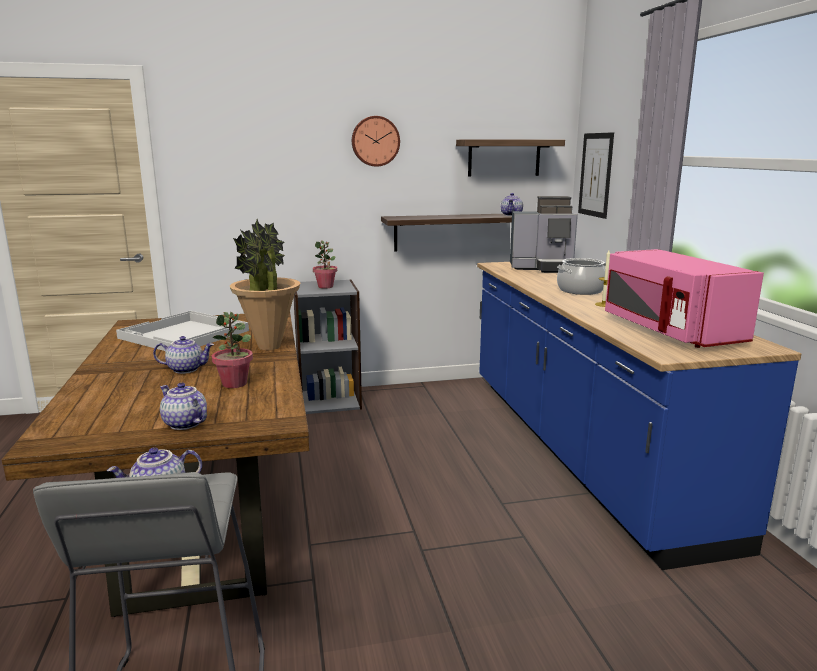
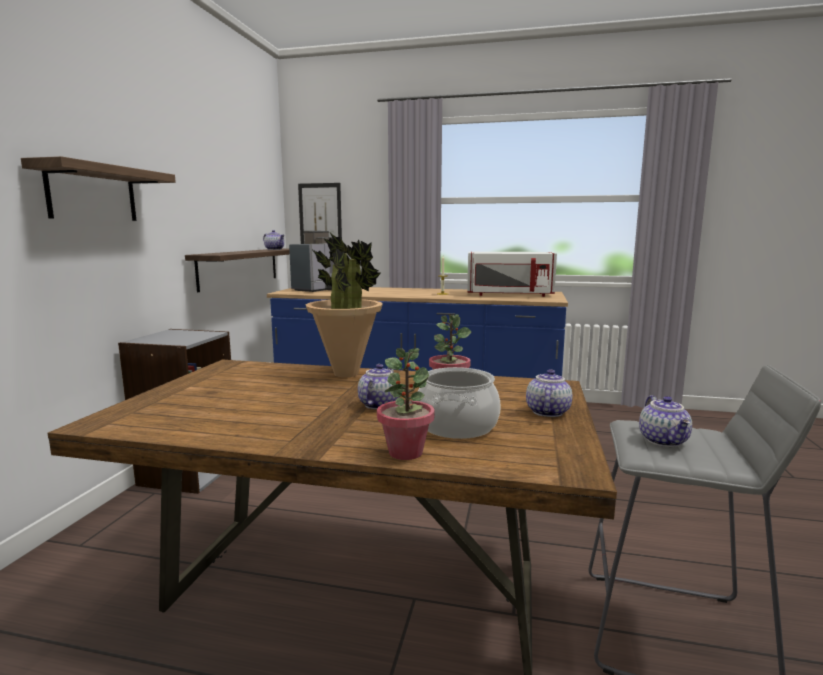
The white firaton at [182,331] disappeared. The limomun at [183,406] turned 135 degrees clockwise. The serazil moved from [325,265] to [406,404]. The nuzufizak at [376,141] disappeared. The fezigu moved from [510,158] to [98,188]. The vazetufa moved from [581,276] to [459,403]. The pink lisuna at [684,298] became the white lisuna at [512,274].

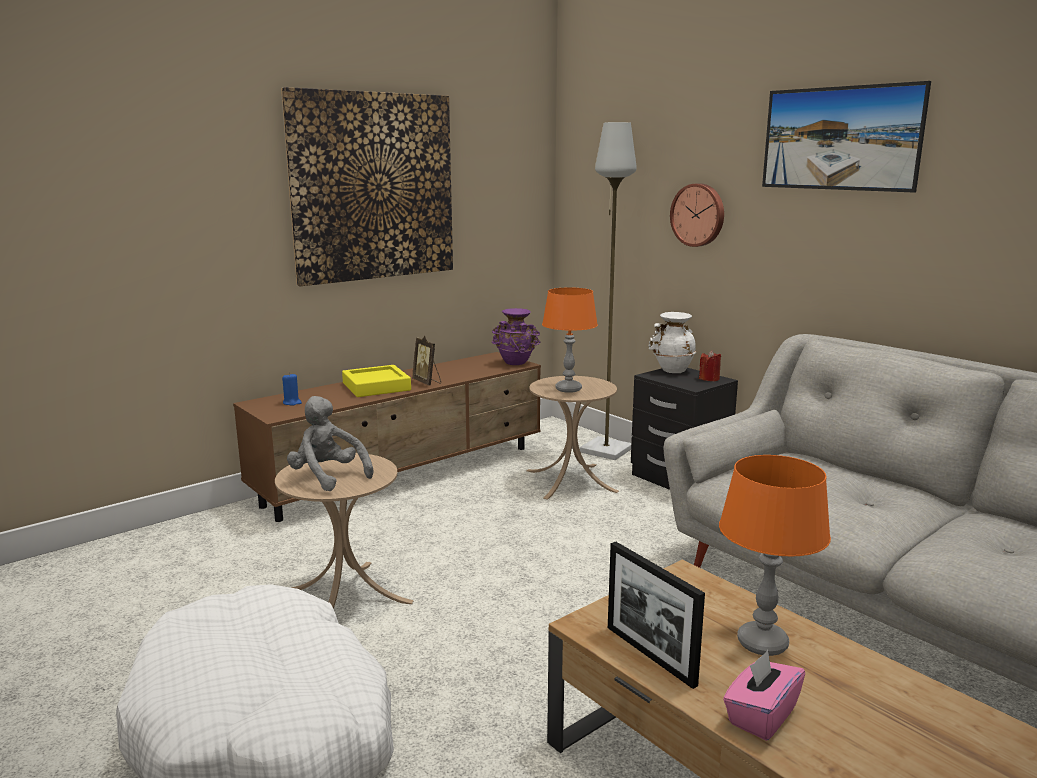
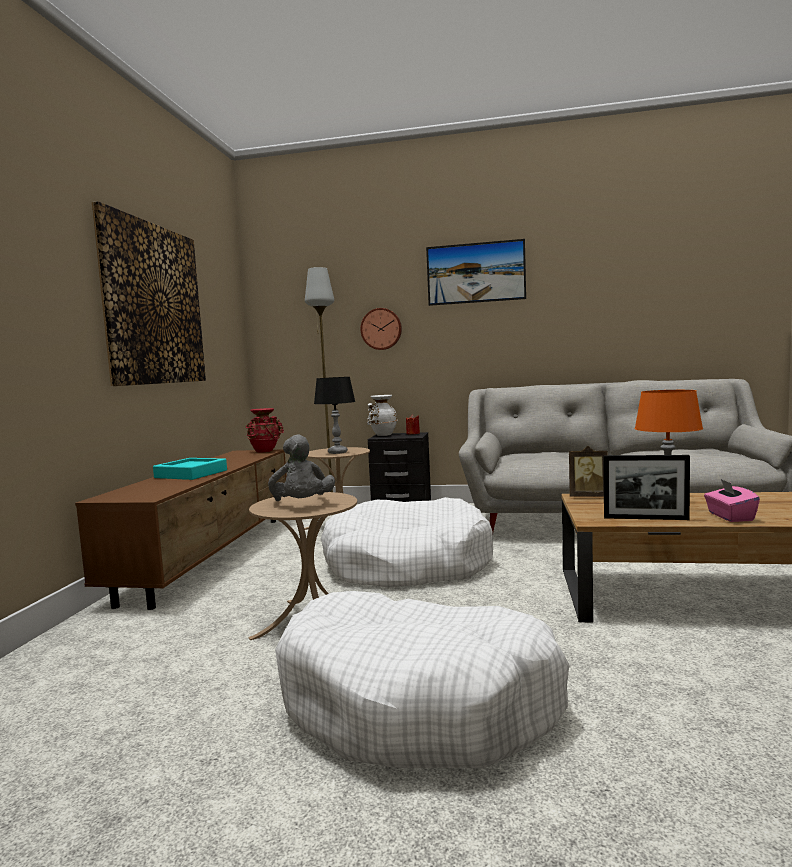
The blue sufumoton at [292,389] disappeared. The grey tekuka at [330,443] turned 105 degrees counterclockwise. The yellow firaton at [376,381] became the turquoise firaton at [190,469]. The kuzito moved from [426,361] to [588,471]. The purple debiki at [515,336] became the red debiki at [265,430]. The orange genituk at [570,340] became the black genituk at [335,415]. The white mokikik at [407,542] appeared.

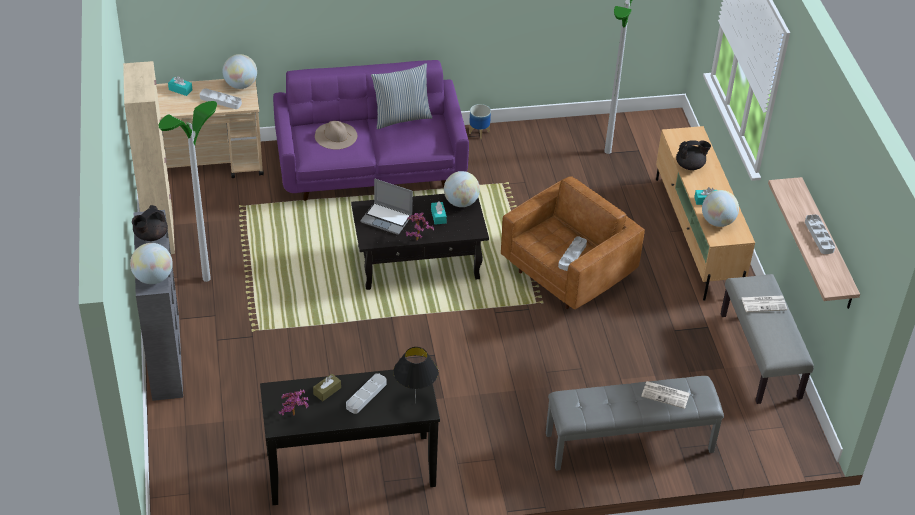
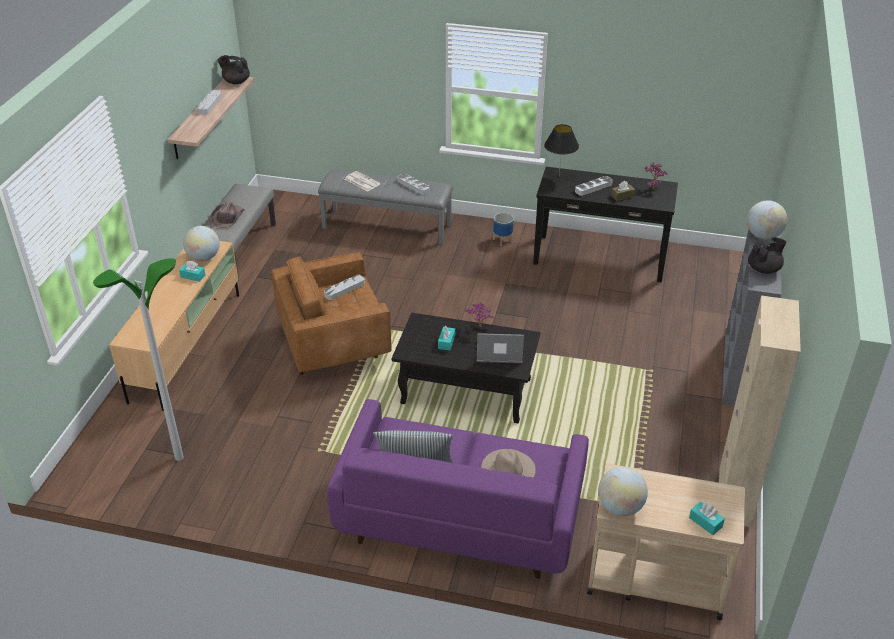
The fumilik at [188,191] disappeared. The grey firaton moved from [221,98] to [413,184]. The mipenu at [386,206] turned 45 degrees counterclockwise. The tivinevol at [462,189] disappeared. The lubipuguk moved from [480,121] to [503,229]. The black limomun moved from [693,155] to [233,69]. The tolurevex at [764,304] was replaced by the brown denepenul at [226,214].

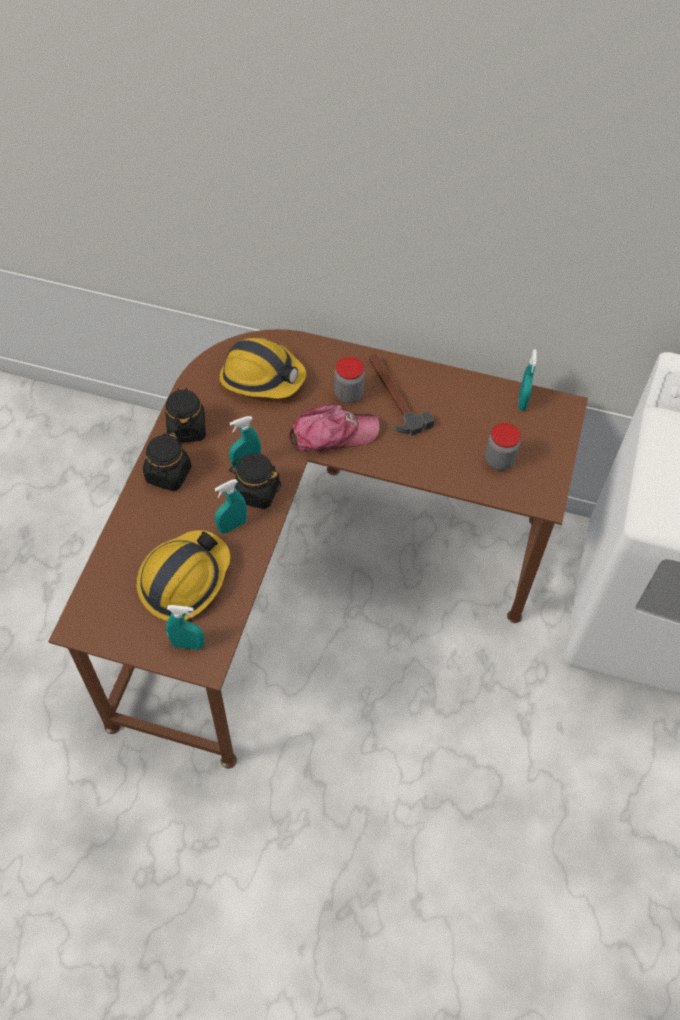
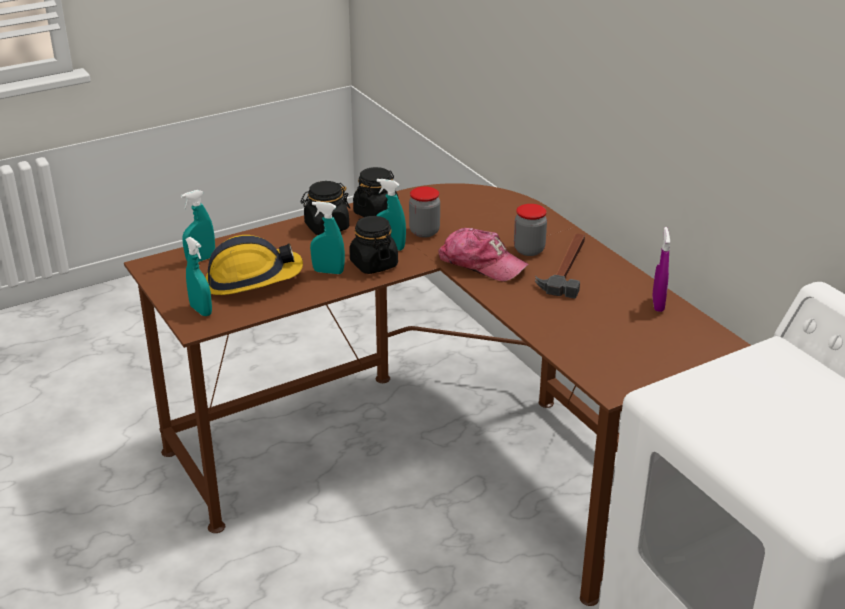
The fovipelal at [262,368] disappeared. The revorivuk moved from [503,447] to [424,212]. The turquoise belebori moved from [527,380] to [198,226]. The purple belebori at [661,269] appeared.

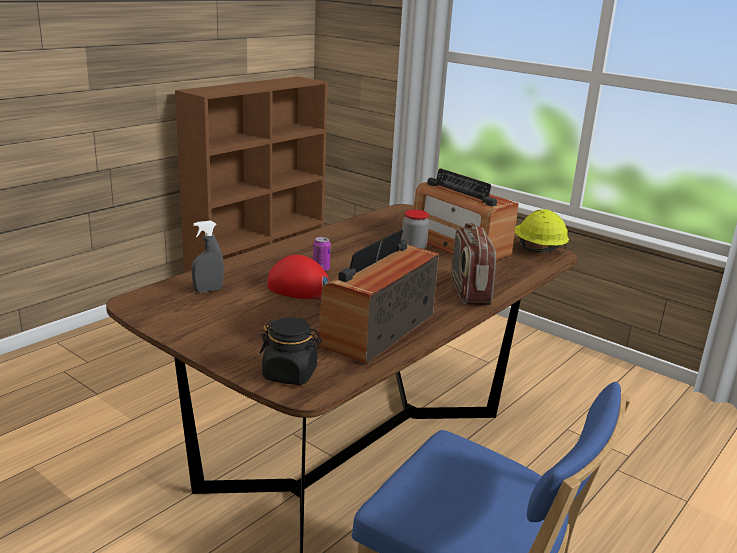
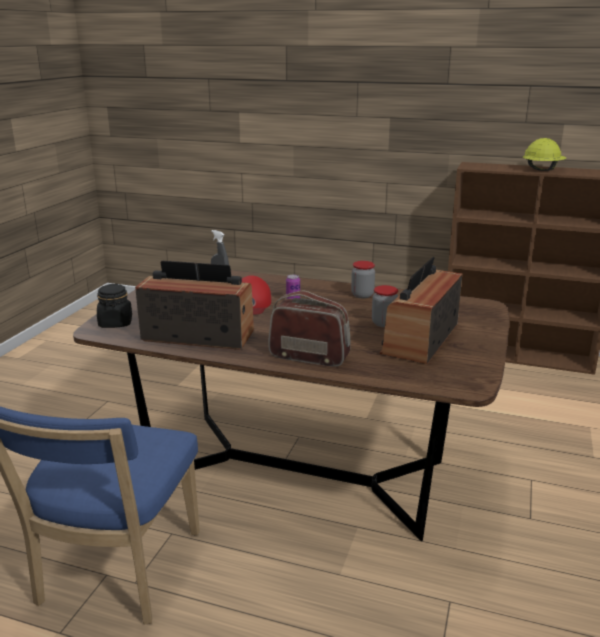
The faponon at [473,264] turned 45 degrees clockwise. The yellow fovipelal moved from [542,230] to [544,154]. The revorivuk at [363,279] appeared.

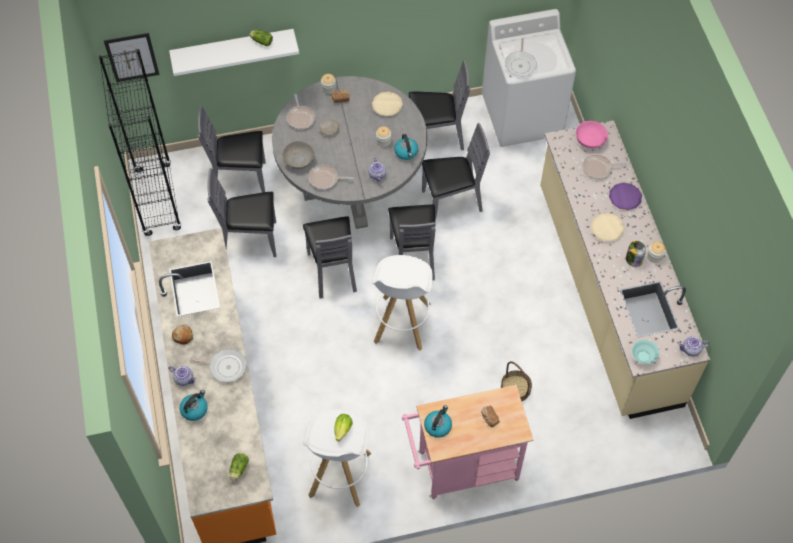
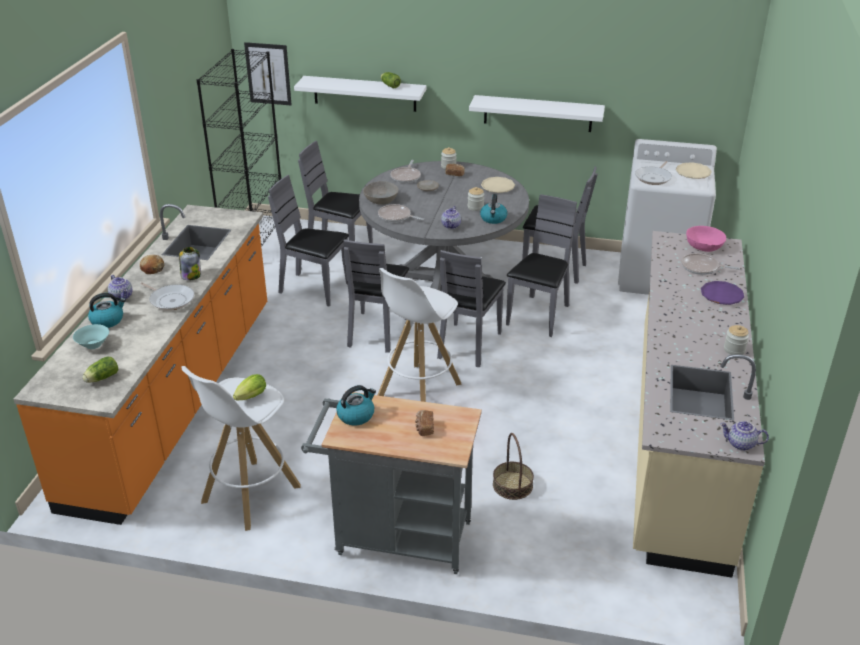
The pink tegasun at [467,442] became the grey tegasun at [391,483]. The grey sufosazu at [456,172] turned 75 degrees counterclockwise. The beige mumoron moved from [608,227] to [694,170]. The revorivuk moved from [636,254] to [190,263]. The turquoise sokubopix moved from [645,352] to [91,336]. The white fezigu at [537,113] appeared.

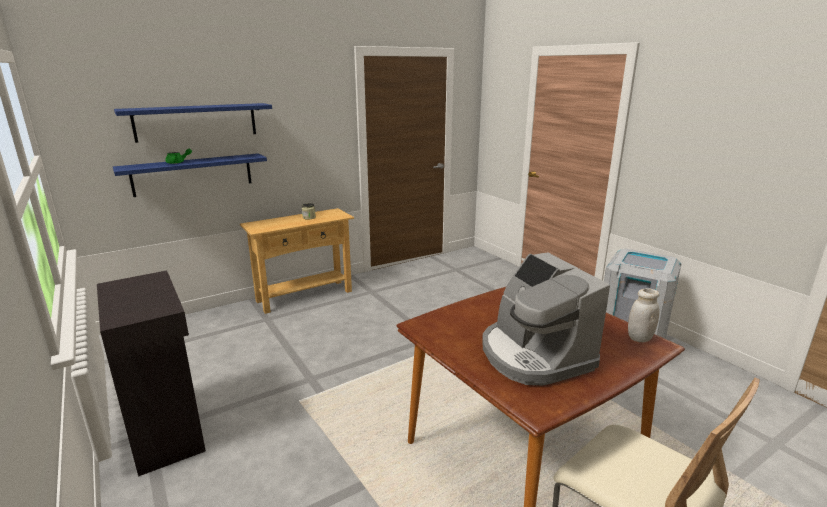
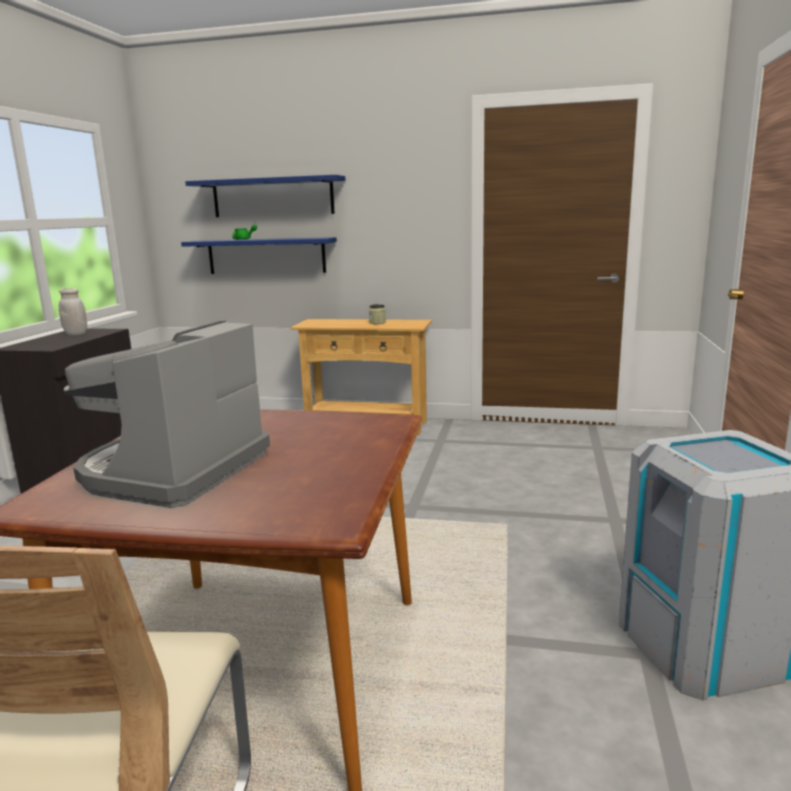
The white revorivuk moved from [644,315] to [73,311].

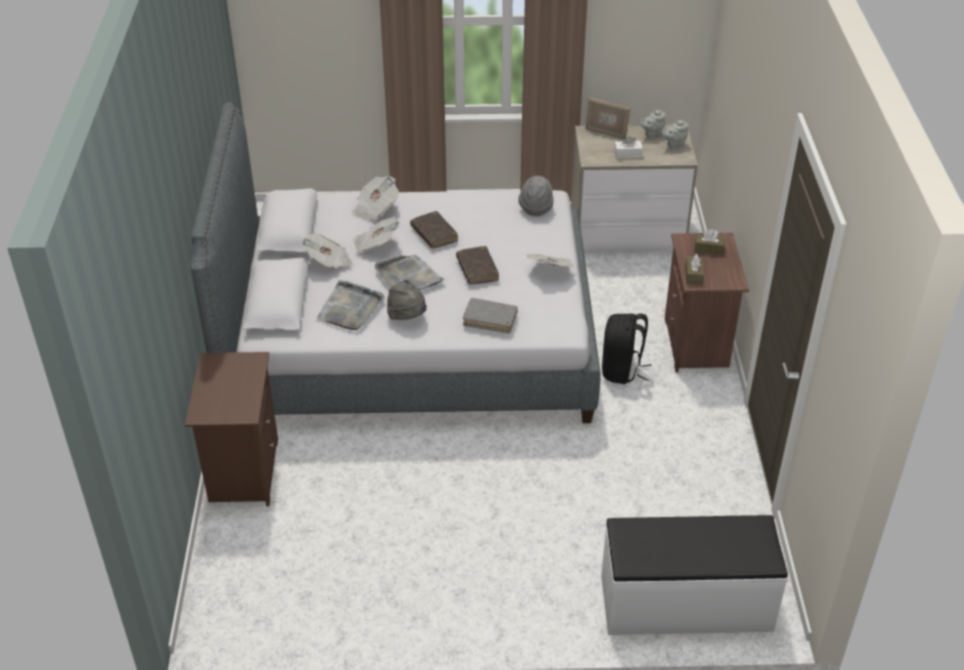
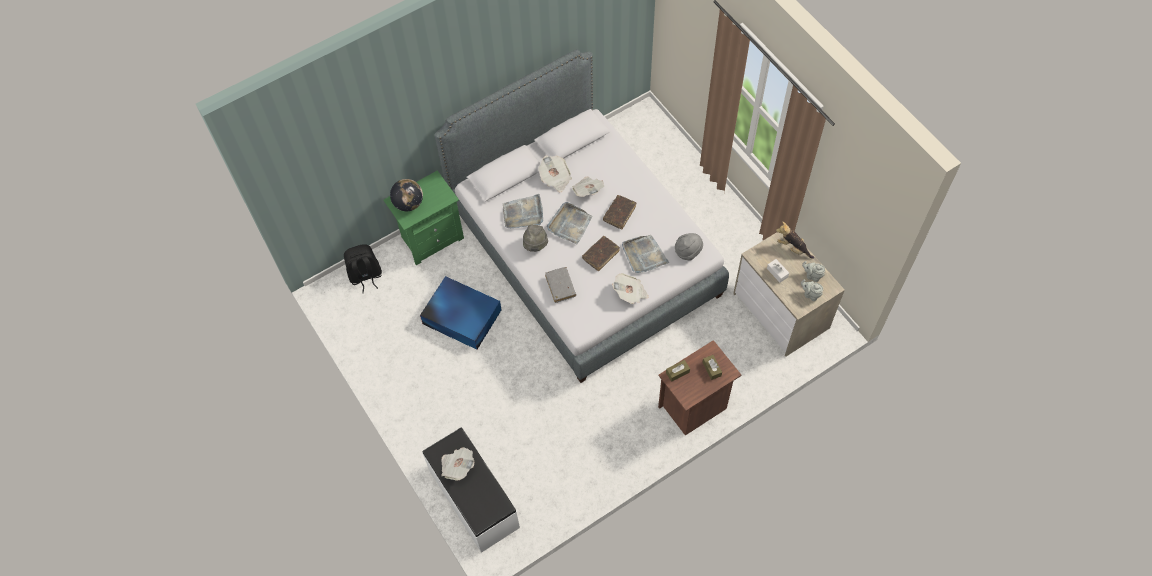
The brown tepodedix at [231,429] became the green tepodedix at [423,217]. The tolurevex moved from [375,198] to [457,464]. The kuzito at [607,118] was replaced by the tekuka at [795,240]. The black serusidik moved from [626,348] to [363,268]. The tivinevol at [406,195] appeared. The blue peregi at [461,313] appeared. The grey firaton at [645,254] appeared.

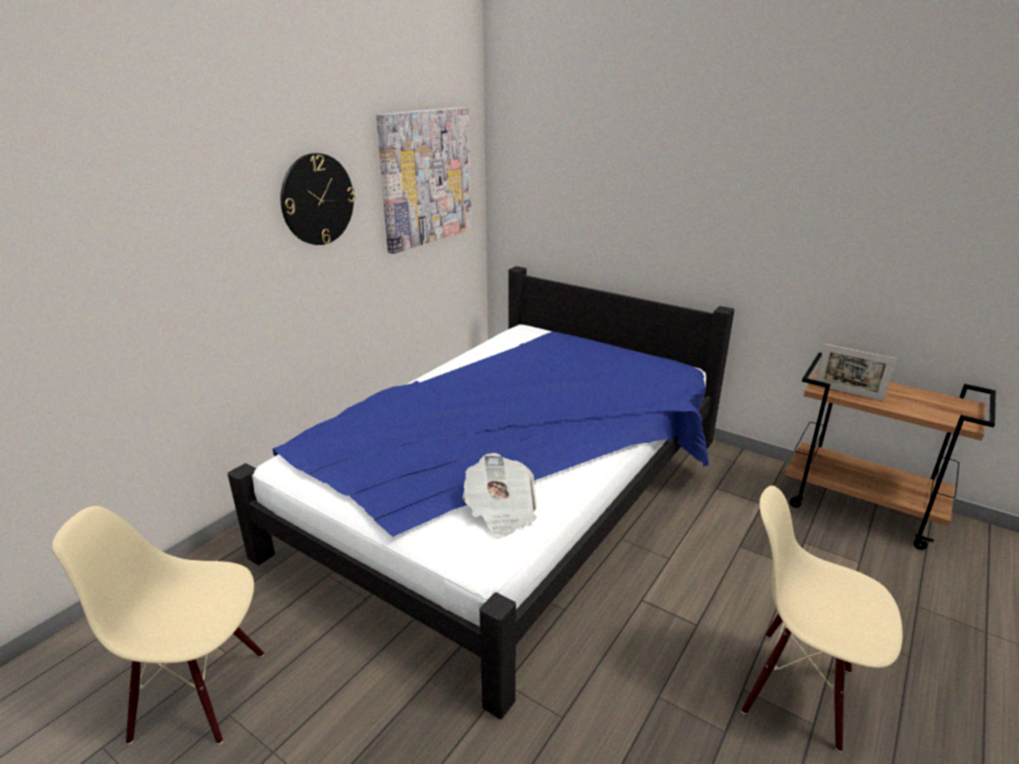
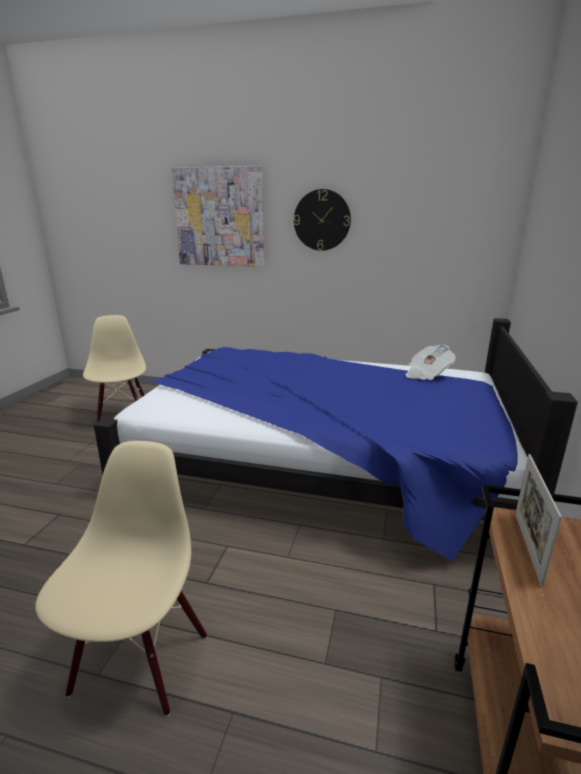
The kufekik moved from [424,180] to [218,216]. The tolurevex moved from [500,496] to [431,362].

